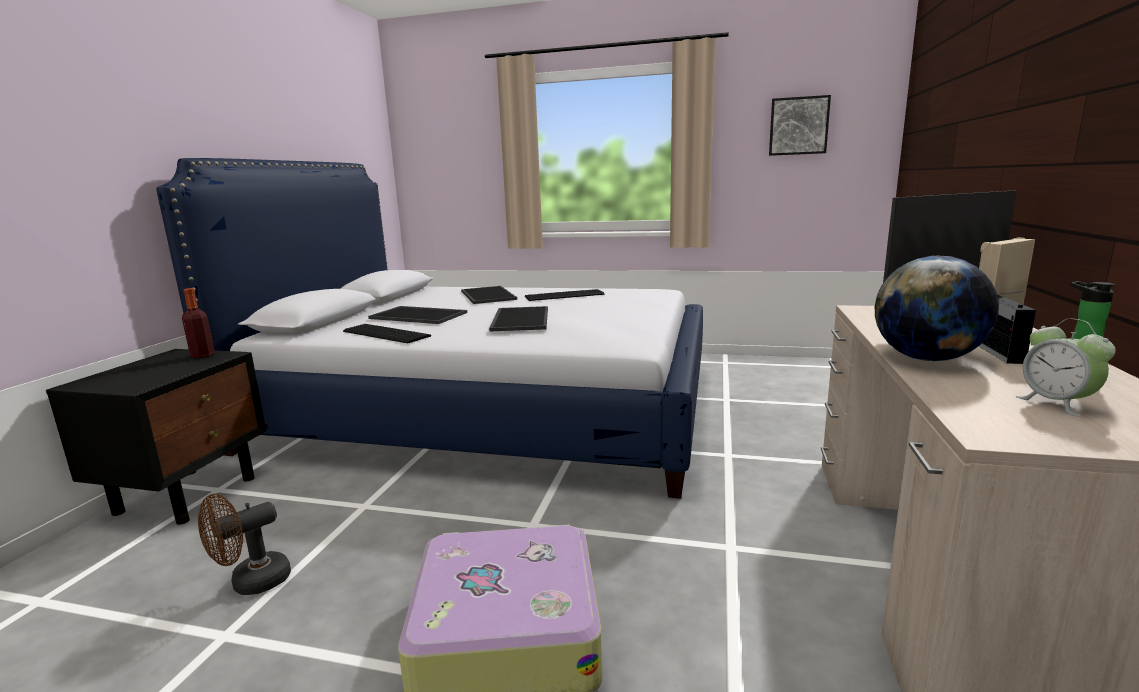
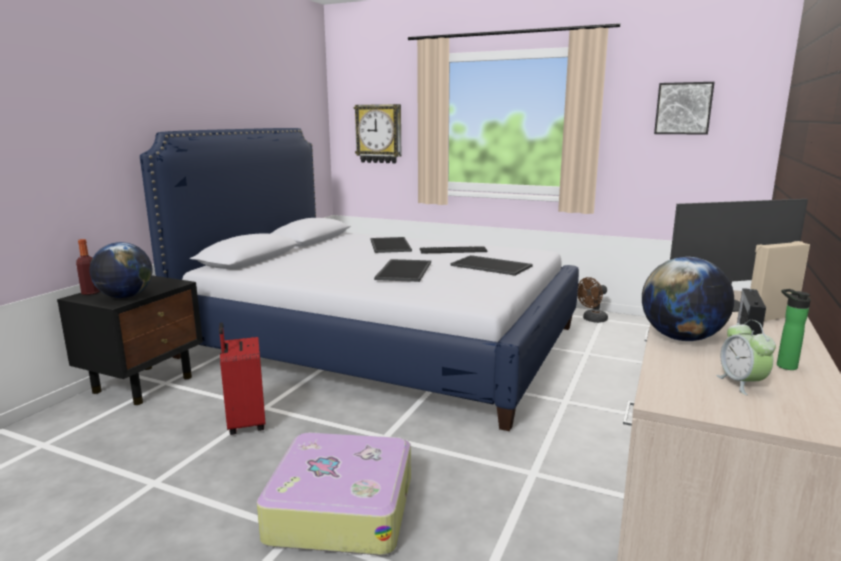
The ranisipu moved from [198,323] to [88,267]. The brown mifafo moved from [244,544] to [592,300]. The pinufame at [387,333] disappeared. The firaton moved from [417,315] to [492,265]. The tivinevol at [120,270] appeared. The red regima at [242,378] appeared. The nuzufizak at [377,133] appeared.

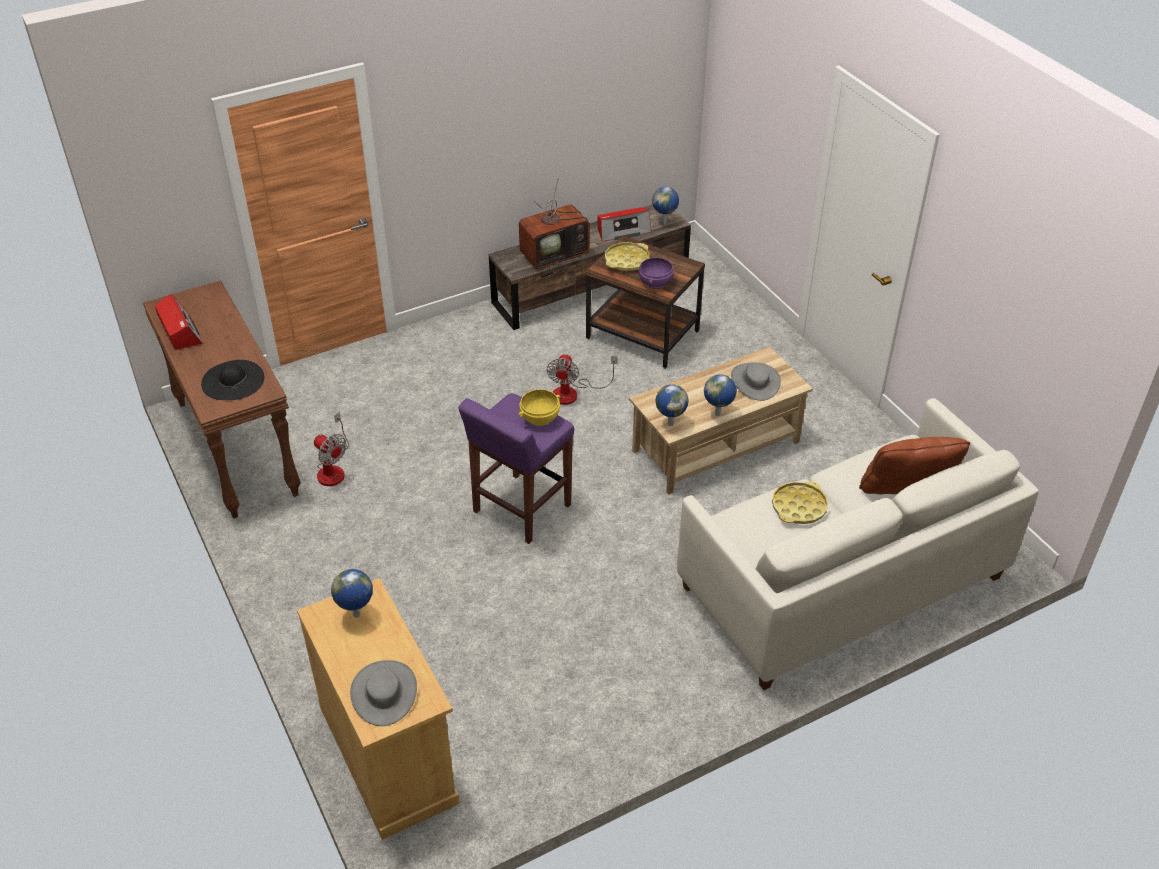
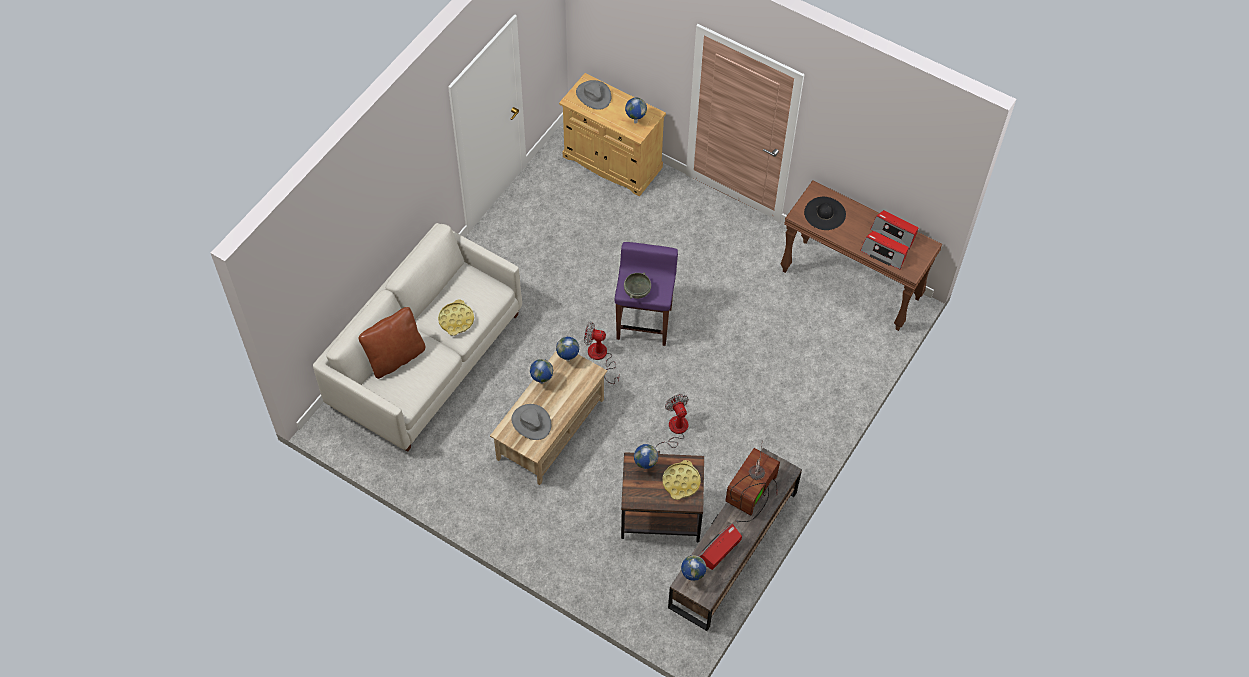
The mifafo moved from [331,449] to [601,353]. The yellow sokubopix at [539,407] became the grey sokubopix at [637,285]. The purple sokubopix at [656,273] was replaced by the tivinevol at [646,456]. The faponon at [884,250] appeared.

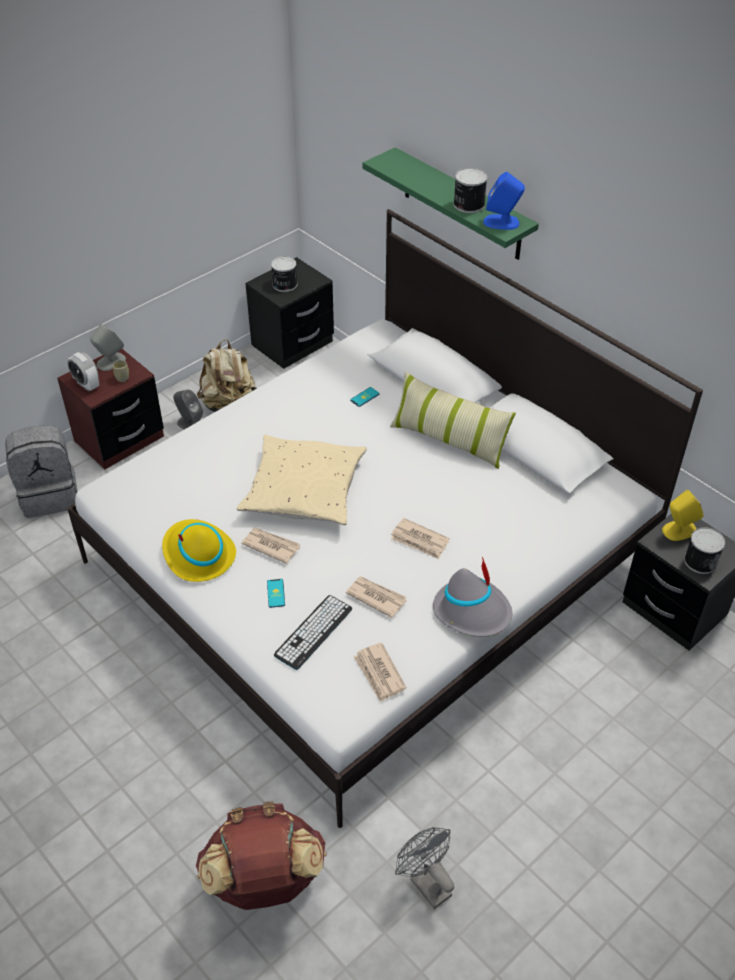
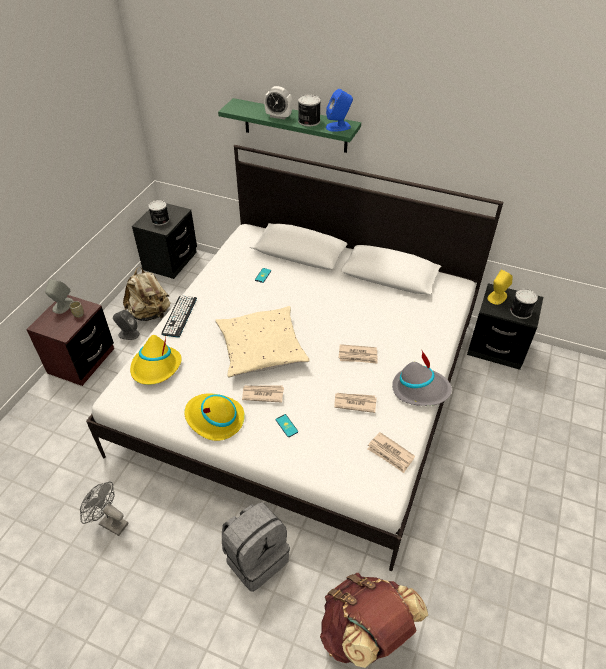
The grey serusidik moved from [41,471] to [256,547]. The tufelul moved from [83,372] to [278,103]. The pinufame moved from [313,632] to [179,316]. The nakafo at [453,420] disappeared. The grey mifafo moved from [424,868] to [104,508]. The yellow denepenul at [156,360] appeared.

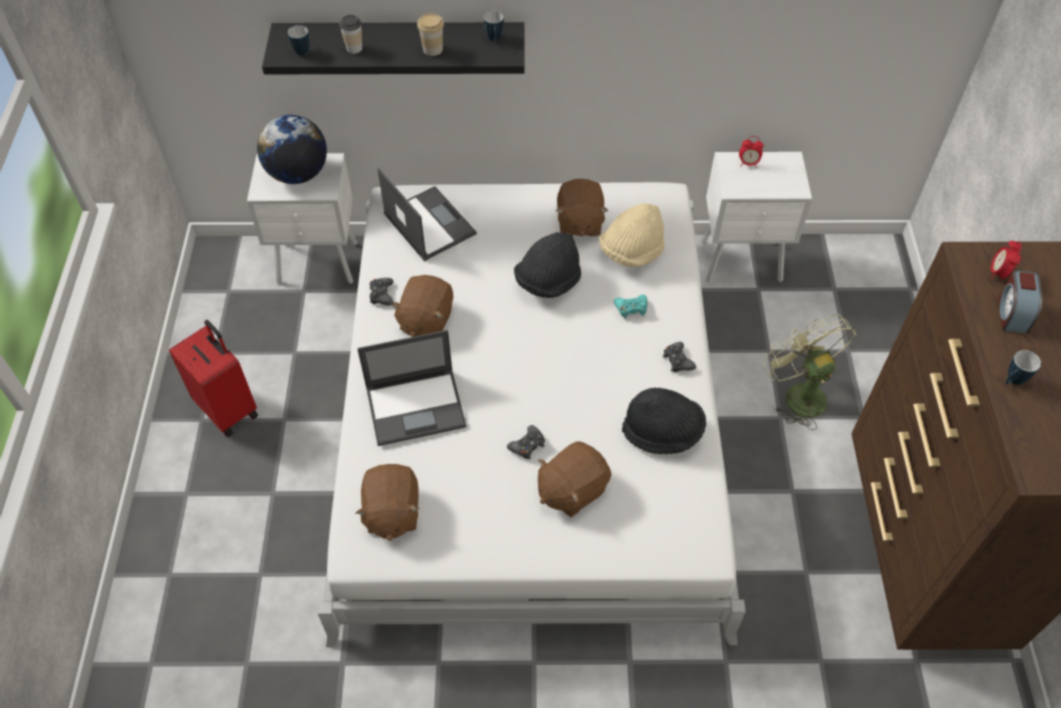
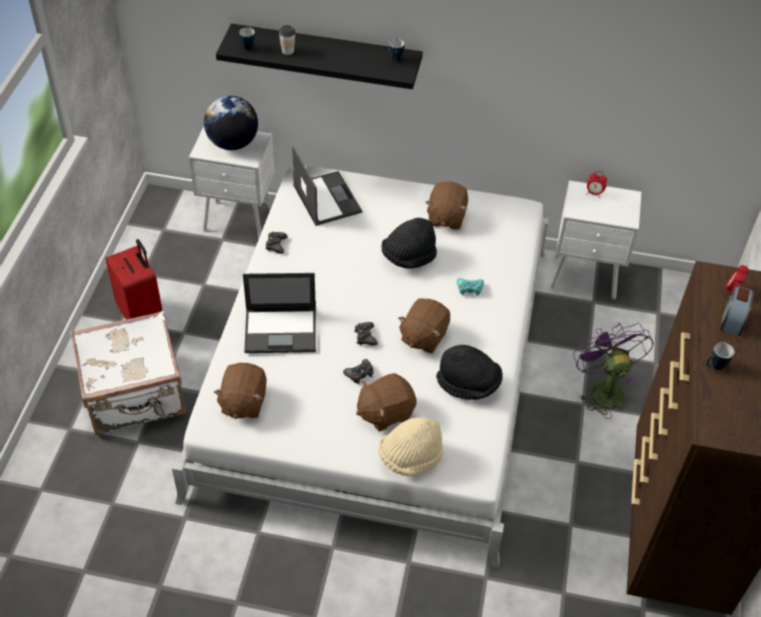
The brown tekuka moved from [422,306] to [424,325]. The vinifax at [430,35] disappeared. The beige denepenul moved from [632,235] to [411,446]. The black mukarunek moved from [679,357] to [366,334]. The green mifafo at [809,372] became the purple mifafo at [613,370]. The white regima at [128,373] appeared.

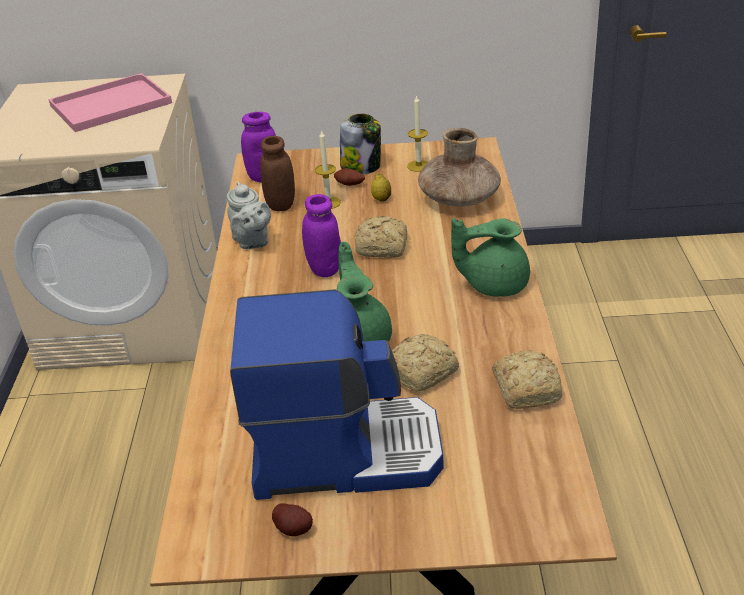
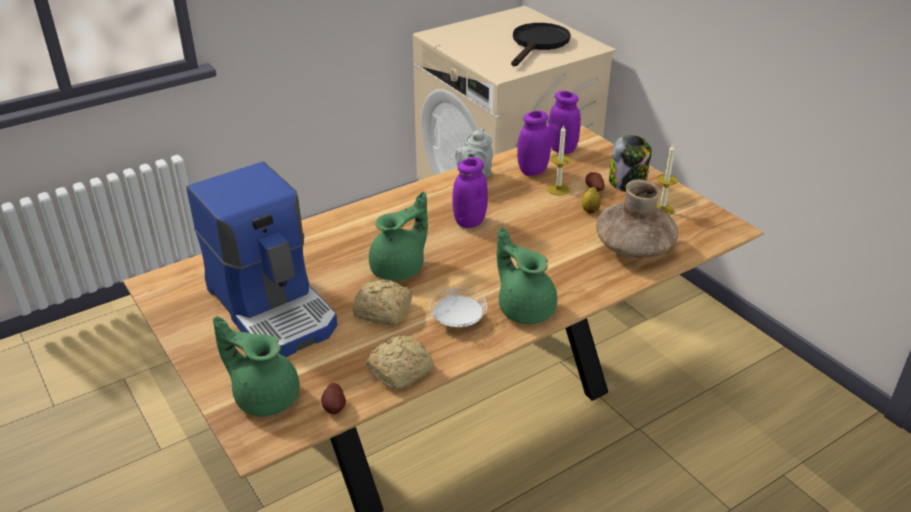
The pink firaton at [110,102] was replaced by the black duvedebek at [541,44]. The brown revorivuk at [277,173] became the purple revorivuk at [534,143]. The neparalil moved from [292,519] to [333,398]. The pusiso at [381,237] disappeared. The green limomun at [256,366] appeared. The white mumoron at [458,307] appeared.

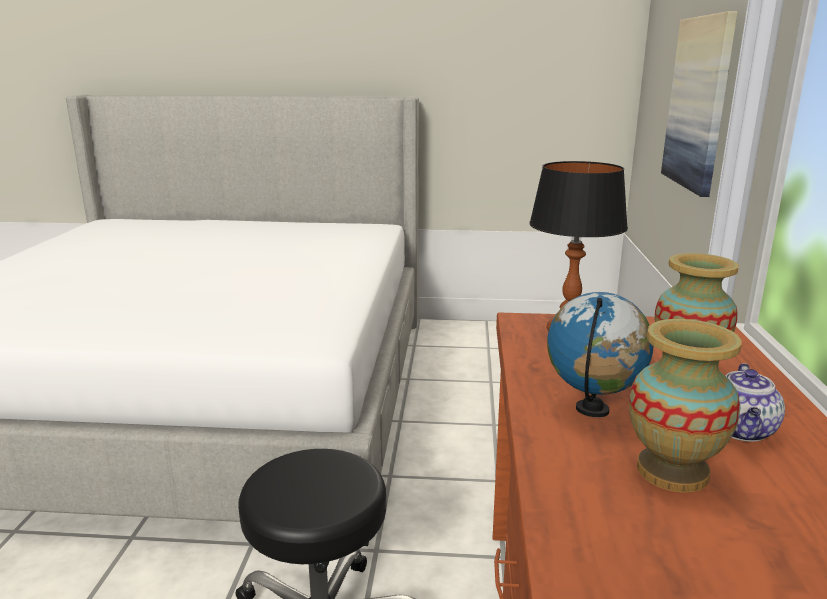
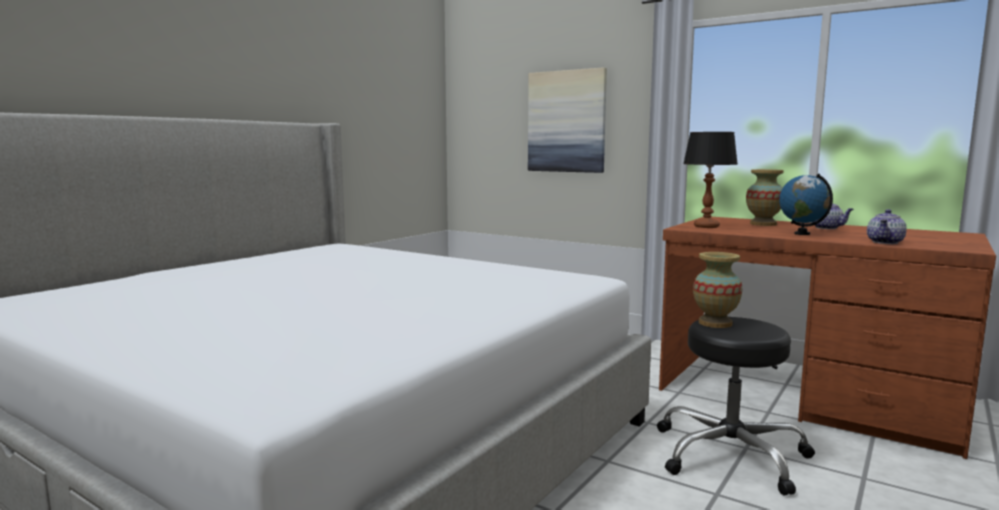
The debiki moved from [685,406] to [717,290]. The limomun at [887,226] appeared.

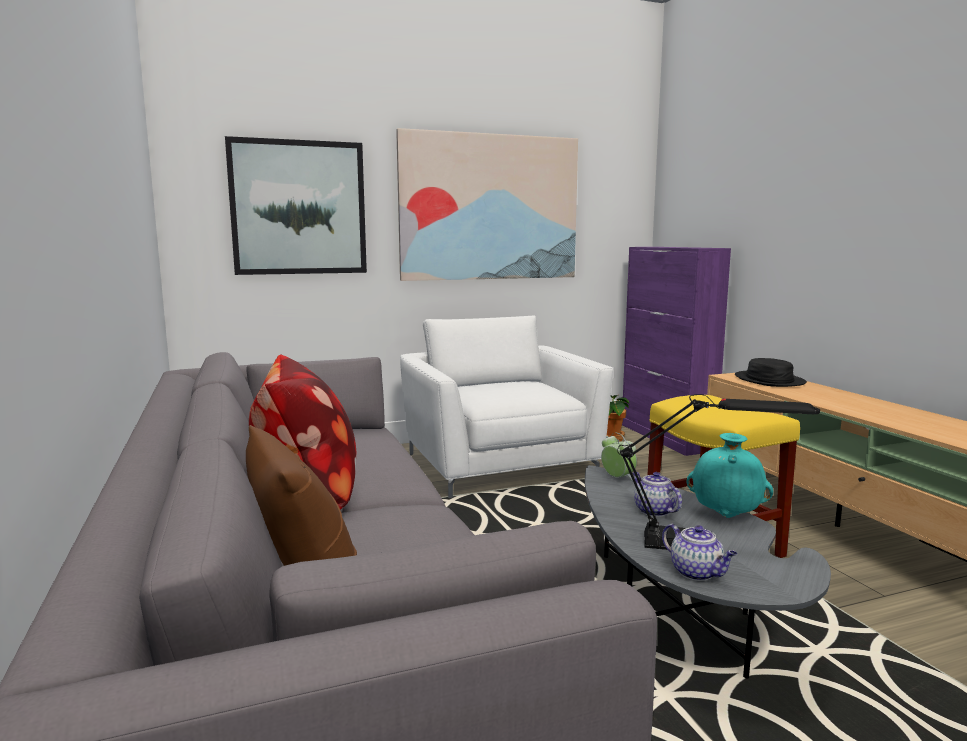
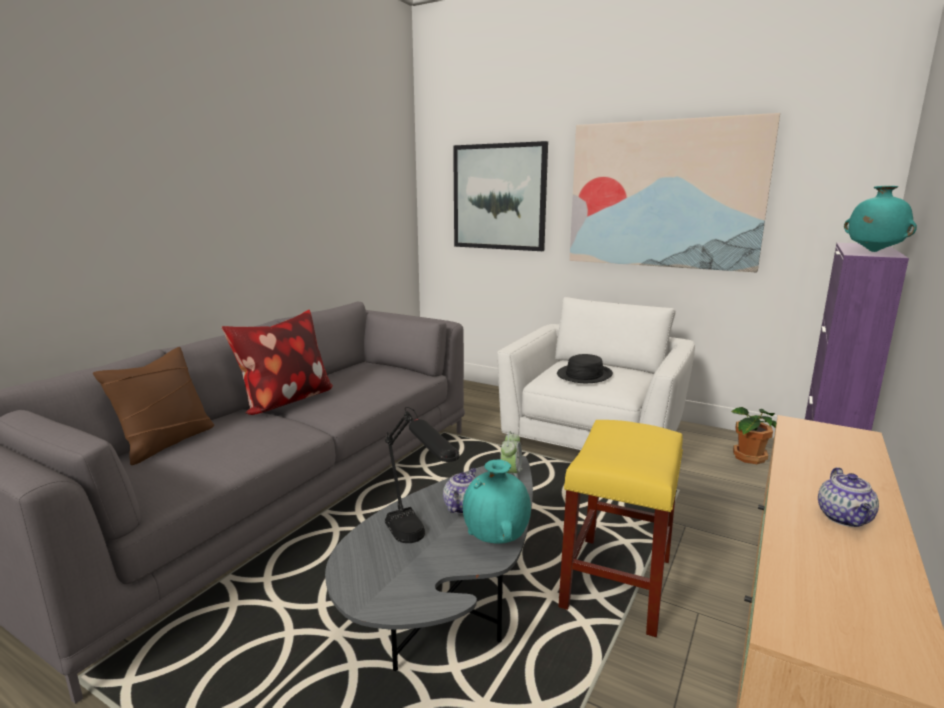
The limomun moved from [699,552] to [848,497]. The black denepenul moved from [771,372] to [585,368]. The turquoise debiki at [880,219] appeared.

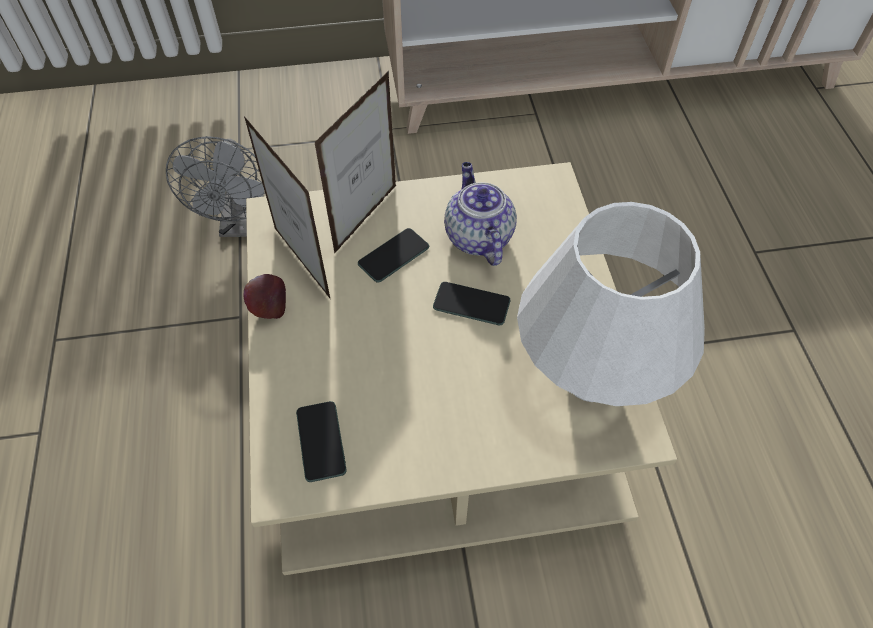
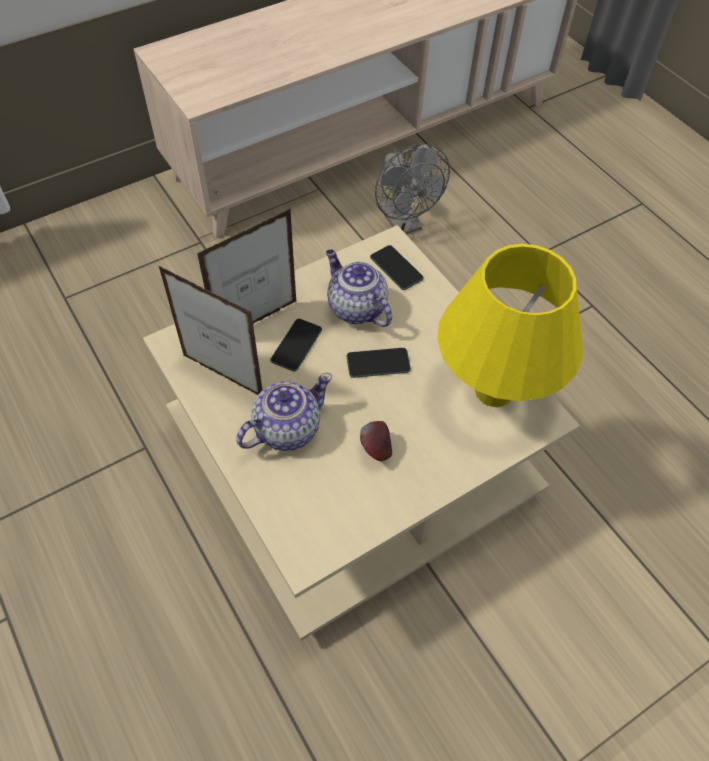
The grey mifafo moved from [215,186] to [412,189]. The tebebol moved from [264,296] to [376,441]. The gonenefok moved from [321,441] to [397,267]. The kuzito at [355,162] turned 45 degrees clockwise. The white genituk at [611,304] became the yellow genituk at [510,325]. The limomun at [284,412] appeared.

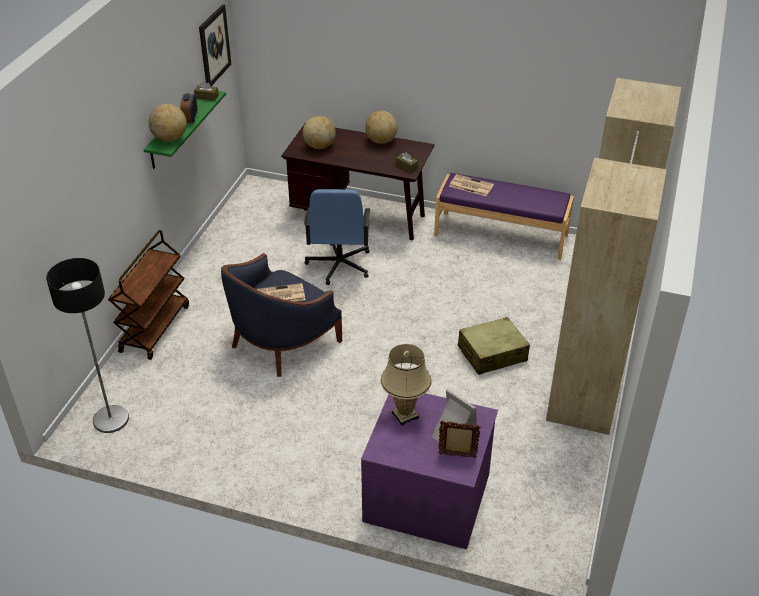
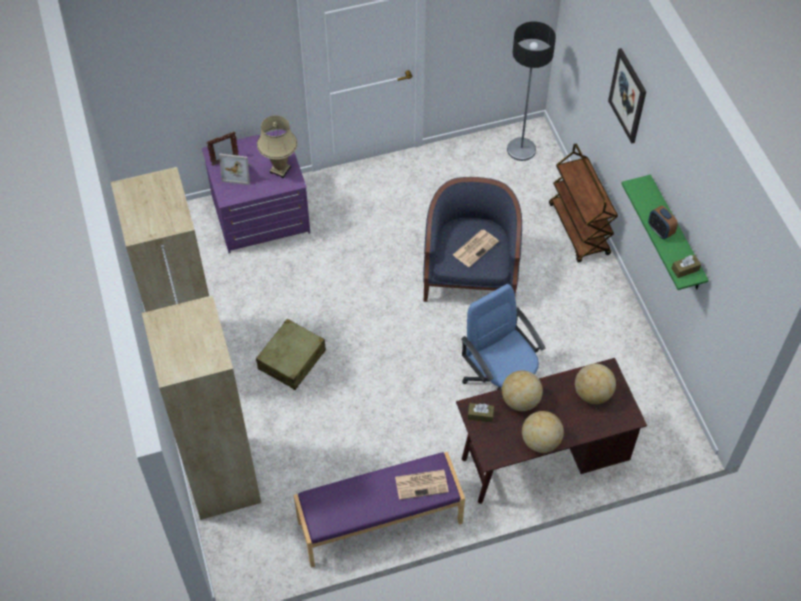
The tivinevol moved from [168,123] to [522,390]. The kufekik moved from [215,45] to [627,96].

